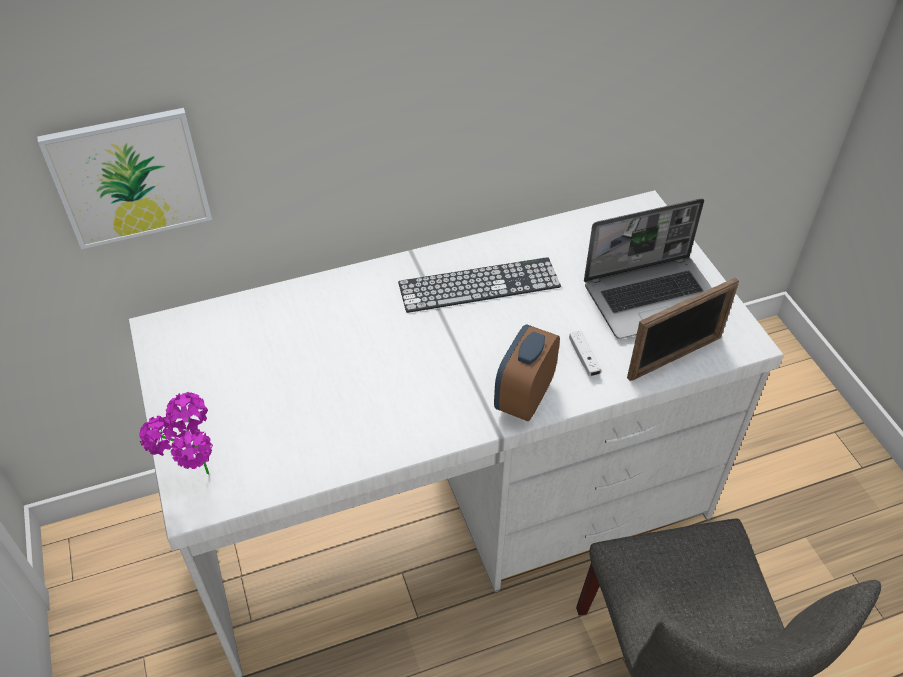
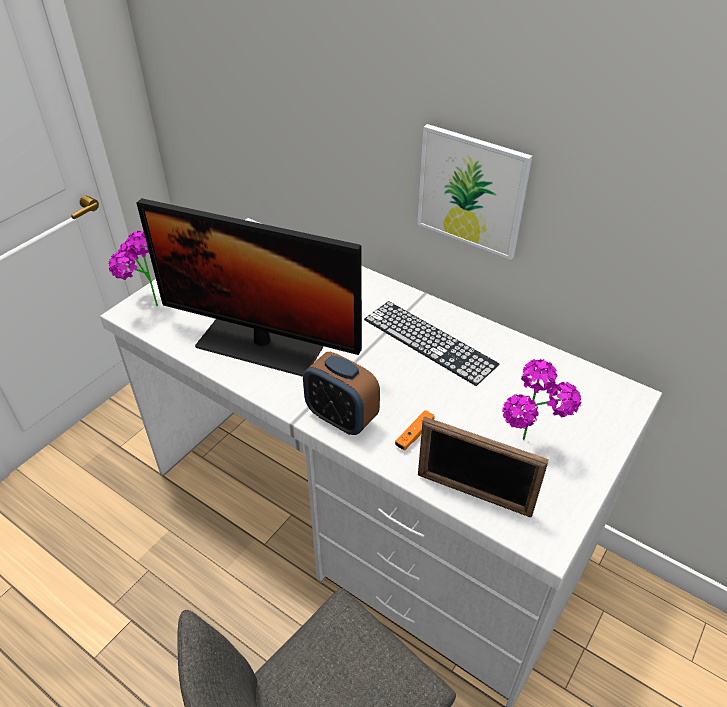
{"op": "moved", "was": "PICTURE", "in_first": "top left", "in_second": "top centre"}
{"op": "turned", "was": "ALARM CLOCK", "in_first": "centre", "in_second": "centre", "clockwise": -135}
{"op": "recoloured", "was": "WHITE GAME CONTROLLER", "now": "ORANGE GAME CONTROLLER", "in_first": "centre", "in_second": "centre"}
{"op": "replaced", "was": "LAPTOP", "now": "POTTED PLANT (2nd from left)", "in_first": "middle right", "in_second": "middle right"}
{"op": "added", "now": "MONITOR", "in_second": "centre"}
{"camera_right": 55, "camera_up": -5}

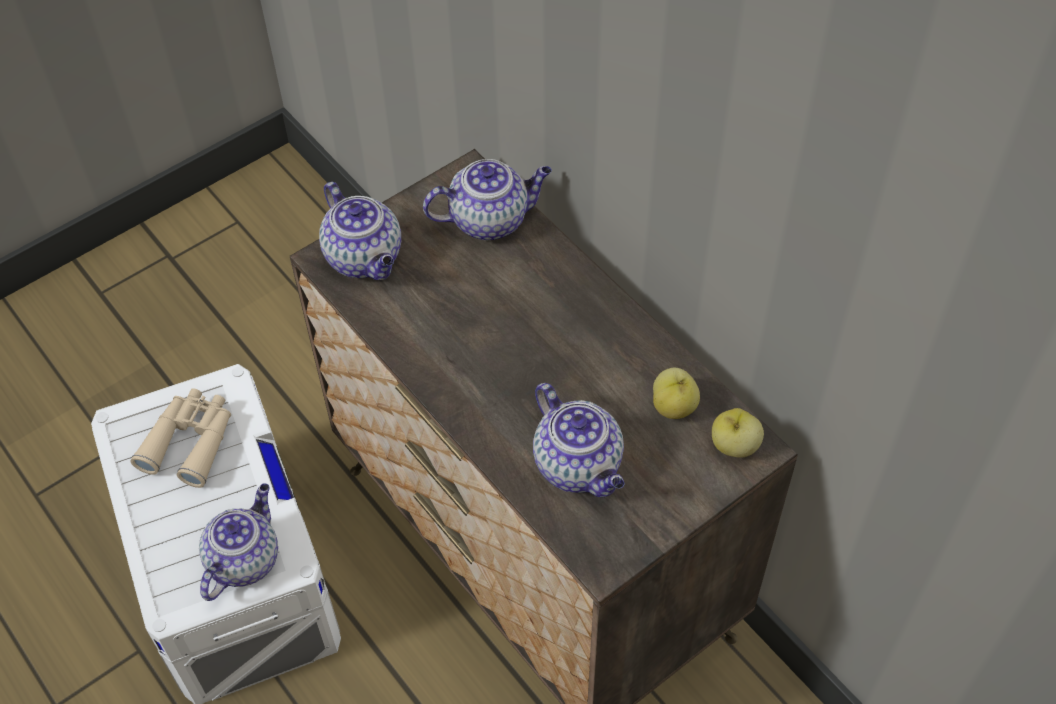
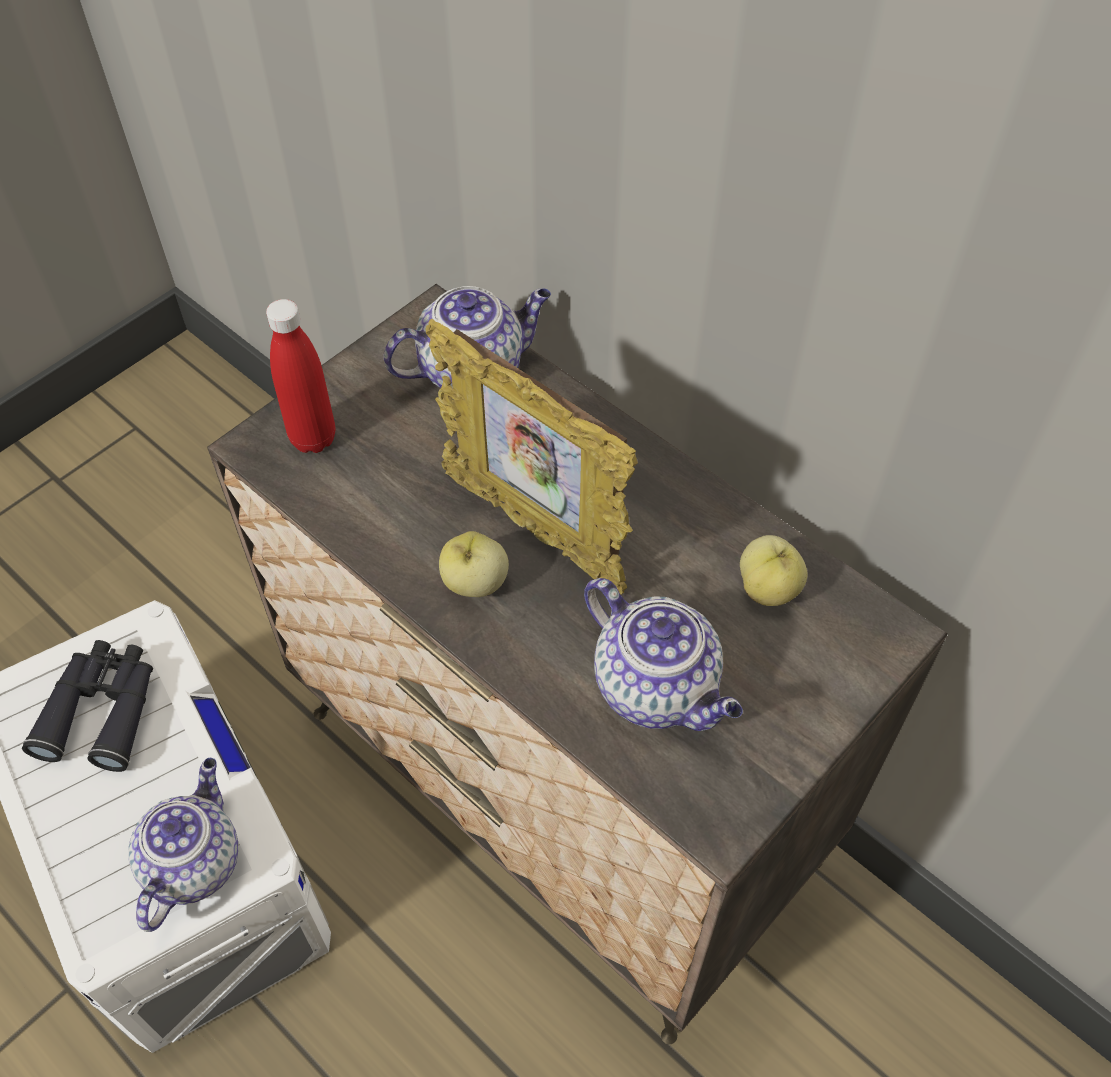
{"op": "recoloured", "was": "BEIGE BINOCULARS", "now": "BLACK BINOCULARS", "in_first": "middle left", "in_second": "middle left"}
{"op": "replaced", "was": "TEAPOT (2nd from left)", "now": "RED BOTTLE", "in_first": "top centre", "in_second": "middle left"}
{"op": "moved", "was": "APPLE (2nd from left in the first image)", "now": "APPLE (1st from left)", "in_first": "middle right", "in_second": "centre"}
{"op": "added", "now": "PICTURE FRAME", "in_second": "centre"}
{"camera_right": -10, "camera_up": 0}

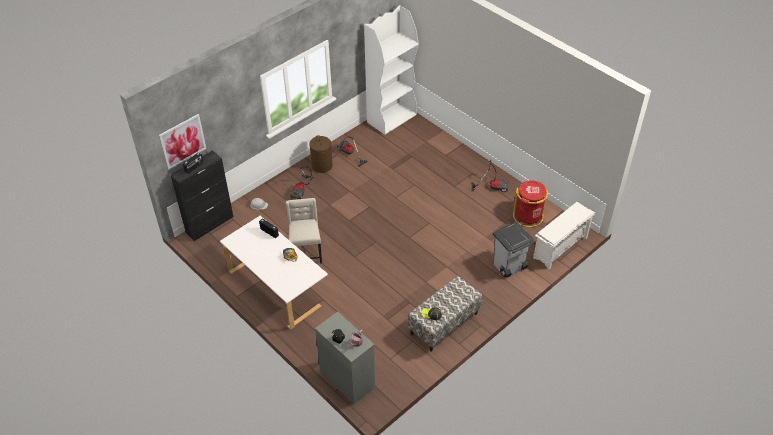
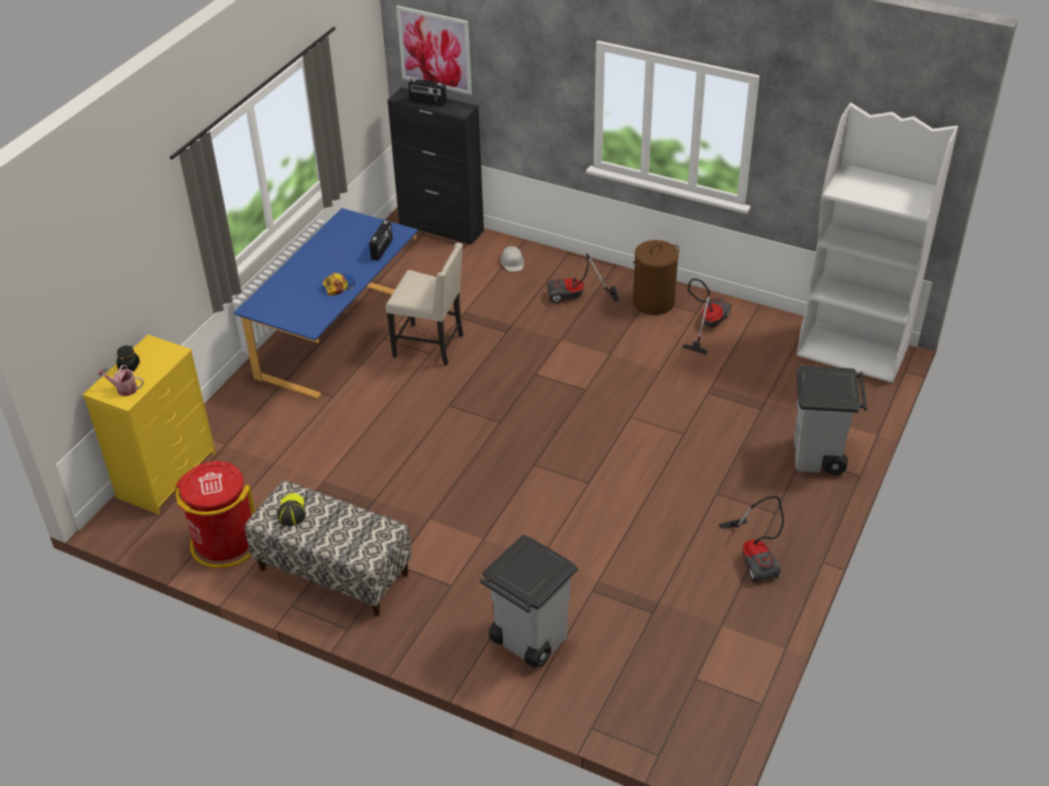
{"op": "recoloured", "was": "WHITE DESK", "now": "BLUE DESK", "in_first": "centre", "in_second": "middle left"}
{"op": "turned", "was": "BEIGE CHAIR", "in_first": "centre", "in_second": "centre", "clockwise": 45}
{"op": "recoloured", "was": "GREY DRESSER", "now": "YELLOW DRESSER", "in_first": "bottom centre", "in_second": "middle left"}
{"op": "moved", "was": "RED TRASH CAN", "in_first": "middle right", "in_second": "middle left"}
{"op": "removed", "was": "WHITE SHOE RACK", "in_first": "middle right"}
{"op": "added", "now": "GREY TRASH CAN (2nd from left)", "in_second": "middle right"}
{"camera_right": 70, "camera_up": -5}

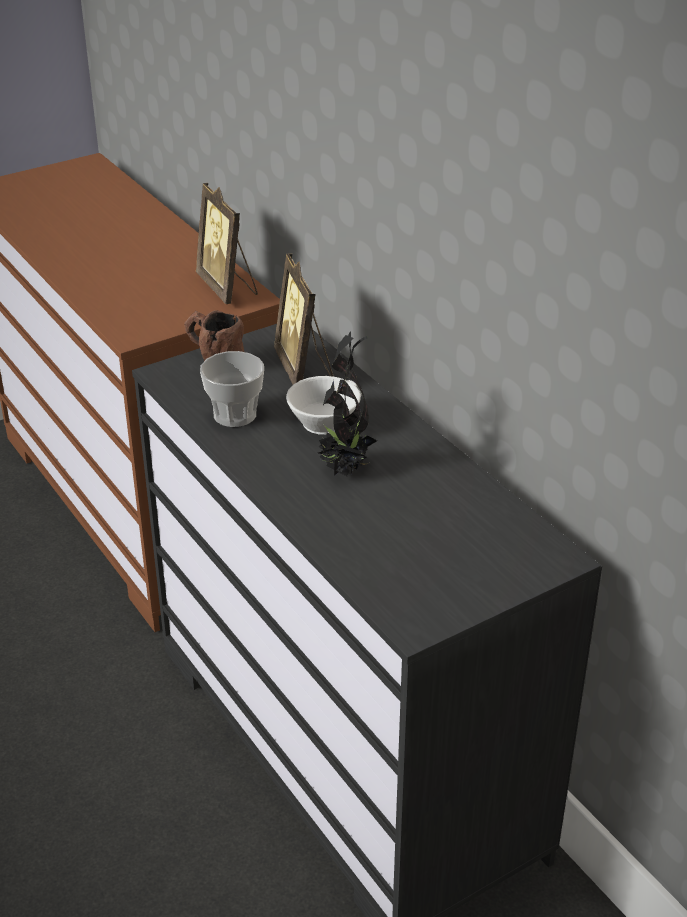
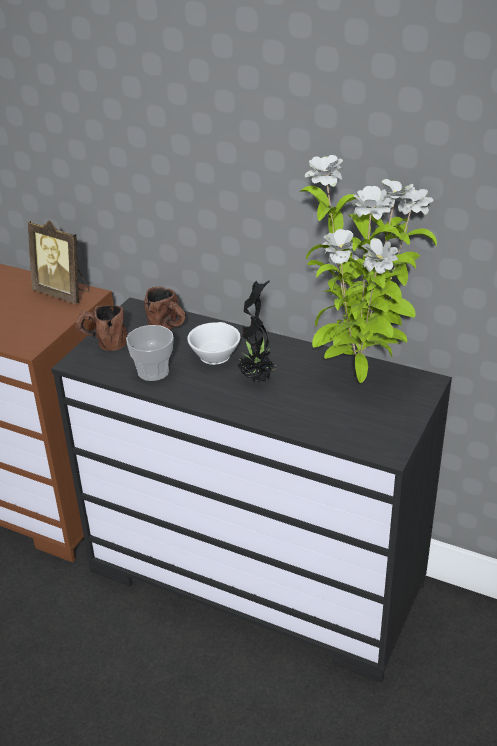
{"op": "replaced", "was": "PICTURE FRAME (2nd from left)", "now": "BROWN MUG (2nd from left)", "in_first": "centre", "in_second": "middle left"}
{"op": "added", "now": "POTTED PLANT (2nd from left)", "in_second": "middle right"}
{"camera_right": -30, "camera_up": 0}

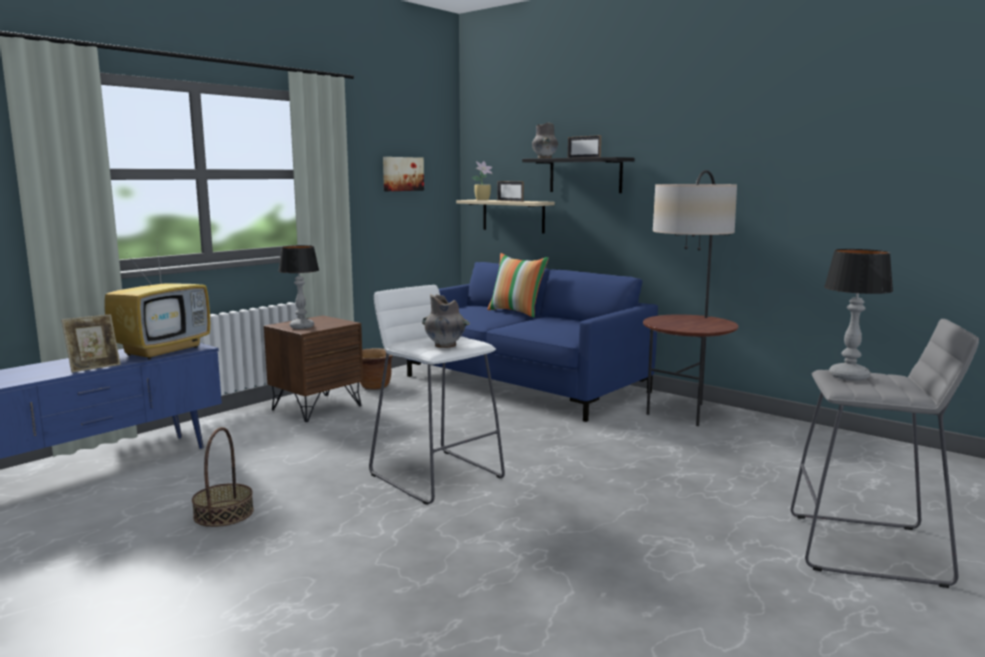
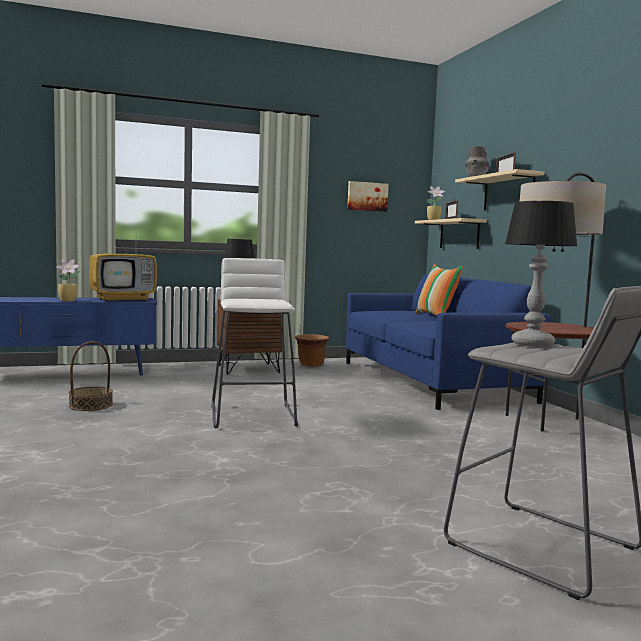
{"op": "replaced", "was": "PICTURE FRAME (1st from left)", "now": "POTTED PLANT (1st from left)", "in_first": "middle left", "in_second": "middle left"}
{"op": "removed", "was": "GREY VASE (1st from left)", "in_first": "centre"}
{"op": "recoloured", "was": "BLACK SHELF", "now": "BEIGE SHELF (2nd from left)", "in_first": "top centre", "in_second": "top right"}
{"camera_right": 30, "camera_up": -5}

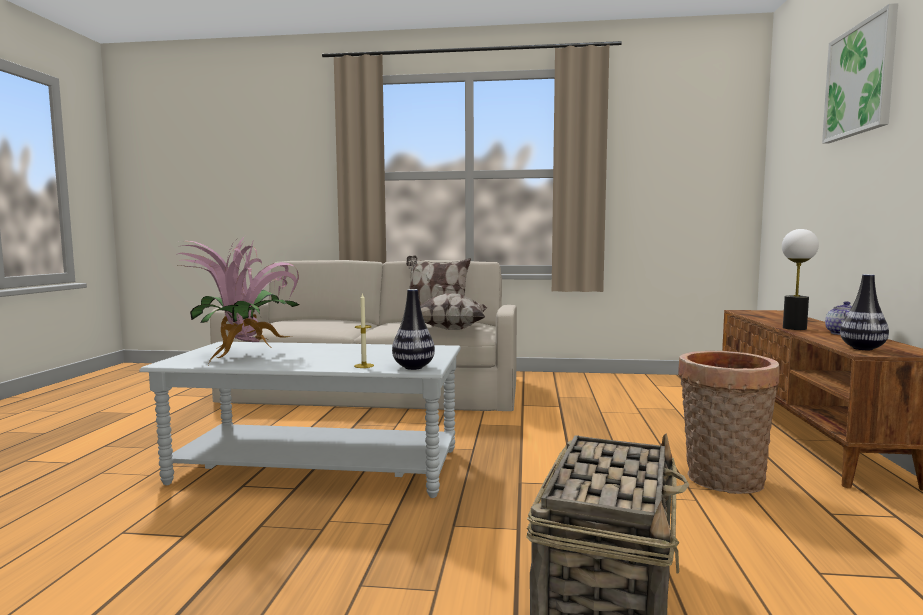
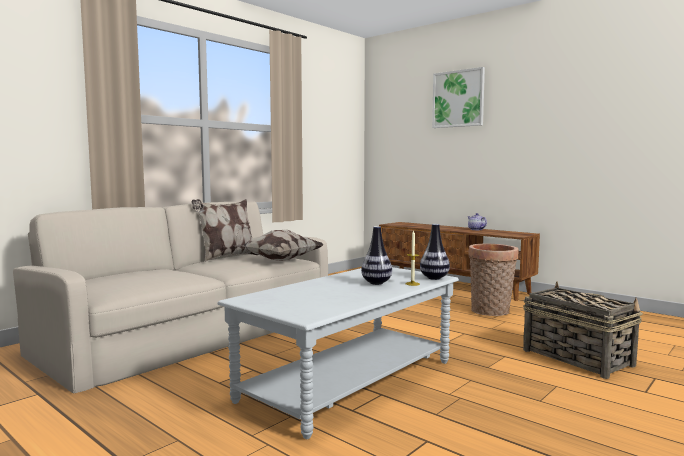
{"op": "removed", "was": "POTTED PLANT", "in_first": "middle left"}
{"op": "removed", "was": "TABLE LAMP", "in_first": "middle right"}
{"op": "moved", "was": "VASE (2nd from left in the first image)", "now": "VASE (1st from left)", "in_first": "middle right", "in_second": "centre"}
{"camera_right": -55, "camera_up": 0}

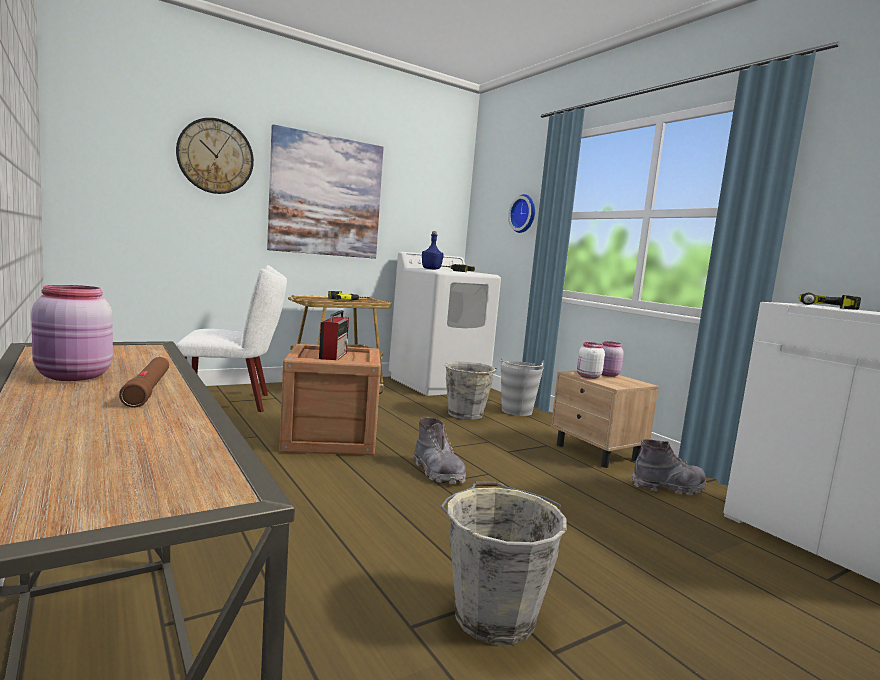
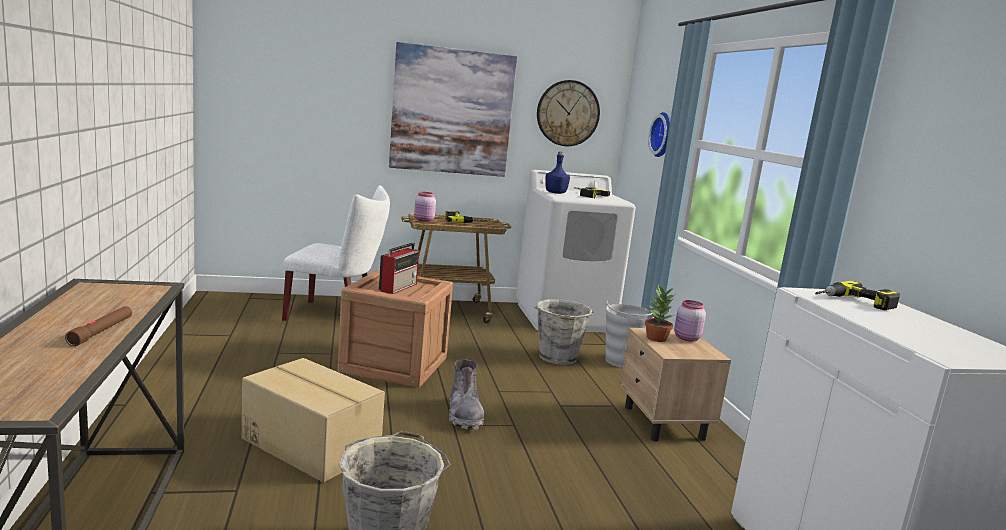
{"op": "moved", "was": "PINK JAR (1st from left)", "in_first": "middle left", "in_second": "centre"}
{"op": "moved", "was": "WALL CLOCK (1st from left)", "in_first": "top left", "in_second": "top centre"}
{"op": "replaced", "was": "WHITE JAR", "now": "POTTED PLANT", "in_first": "middle right", "in_second": "centre"}
{"op": "removed", "was": "GREY BOOT (2nd from left)", "in_first": "bottom right"}
{"op": "added", "now": "CARDBOARD BOX", "in_second": "bottom left"}
{"camera_right": 20, "camera_up": 5}

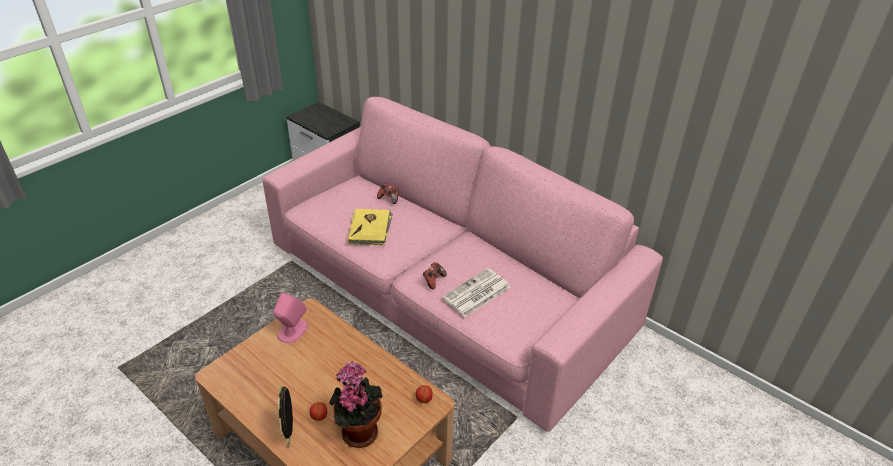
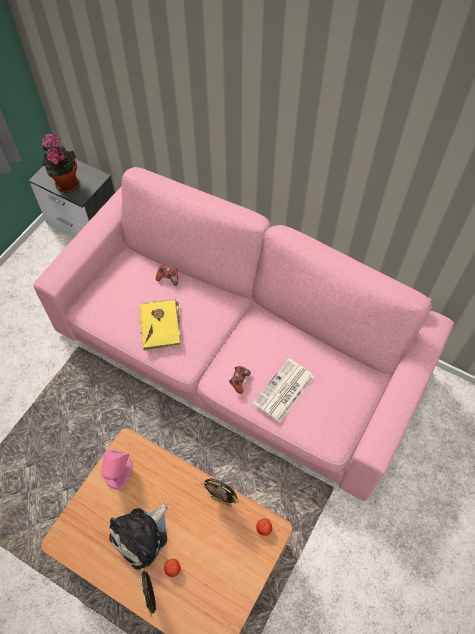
{"op": "moved", "was": "POTTED PLANT", "in_first": "bottom centre", "in_second": "top left"}
{"op": "added", "now": "PLUSH TOY", "in_second": "bottom left"}
{"op": "added", "now": "PICTURE FRAME (2nd from left)", "in_second": "bottom centre"}
{"camera_right": -10, "camera_up": 20}

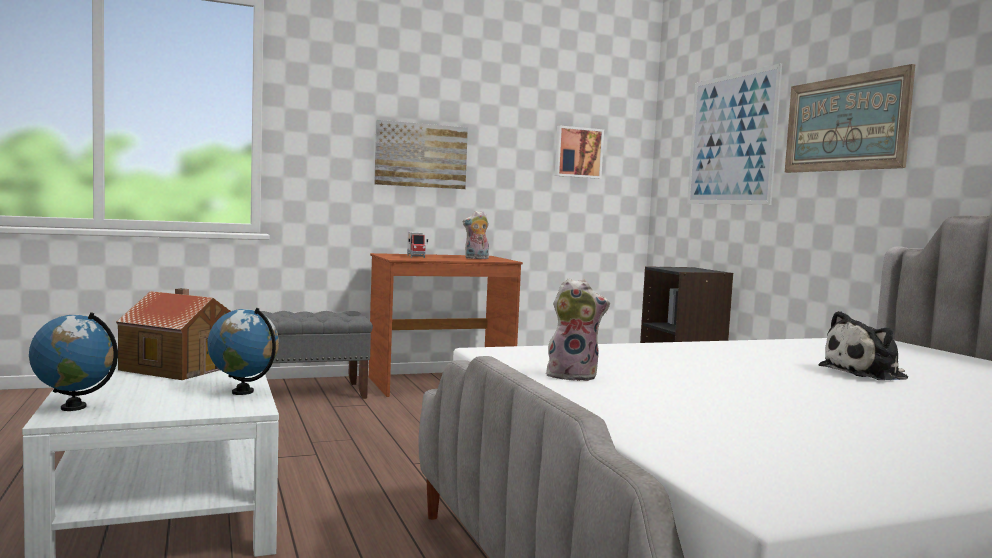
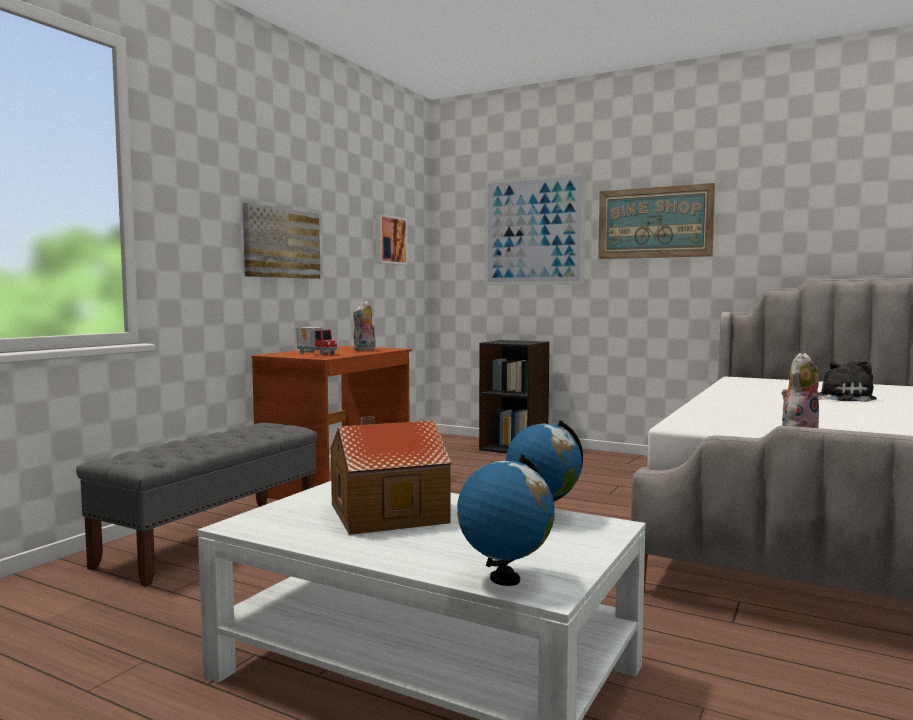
{"op": "turned", "was": "PLUSH TOY (3rd from left)", "in_first": "middle right", "in_second": "middle right", "clockwise": -135}
{"camera_right": -40, "camera_up": 0}

